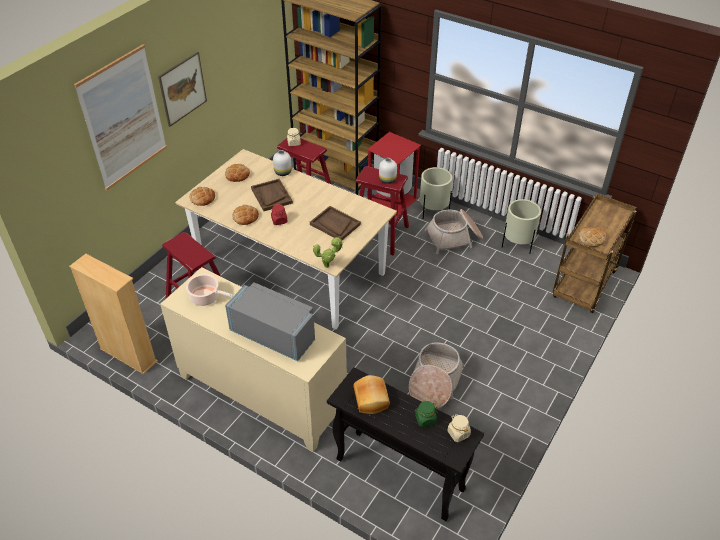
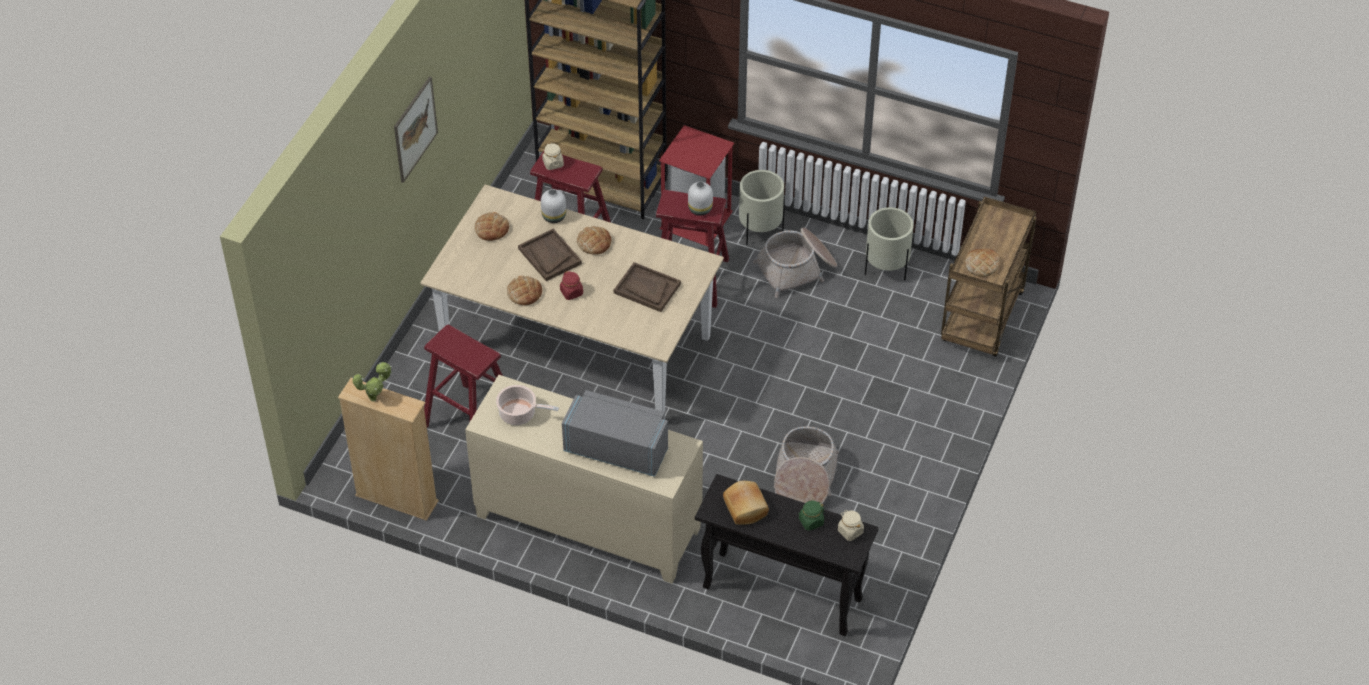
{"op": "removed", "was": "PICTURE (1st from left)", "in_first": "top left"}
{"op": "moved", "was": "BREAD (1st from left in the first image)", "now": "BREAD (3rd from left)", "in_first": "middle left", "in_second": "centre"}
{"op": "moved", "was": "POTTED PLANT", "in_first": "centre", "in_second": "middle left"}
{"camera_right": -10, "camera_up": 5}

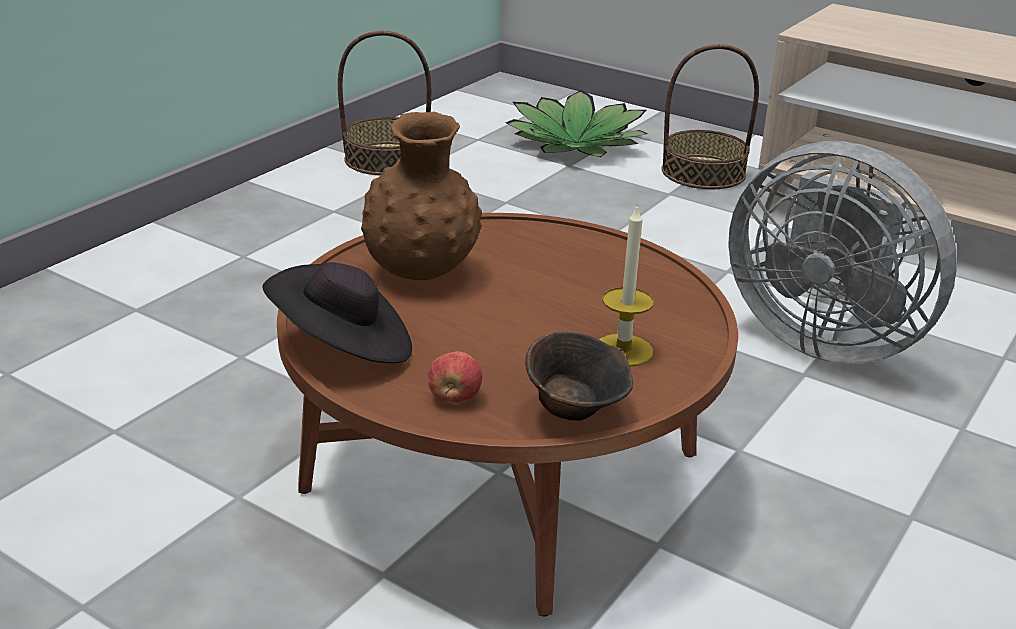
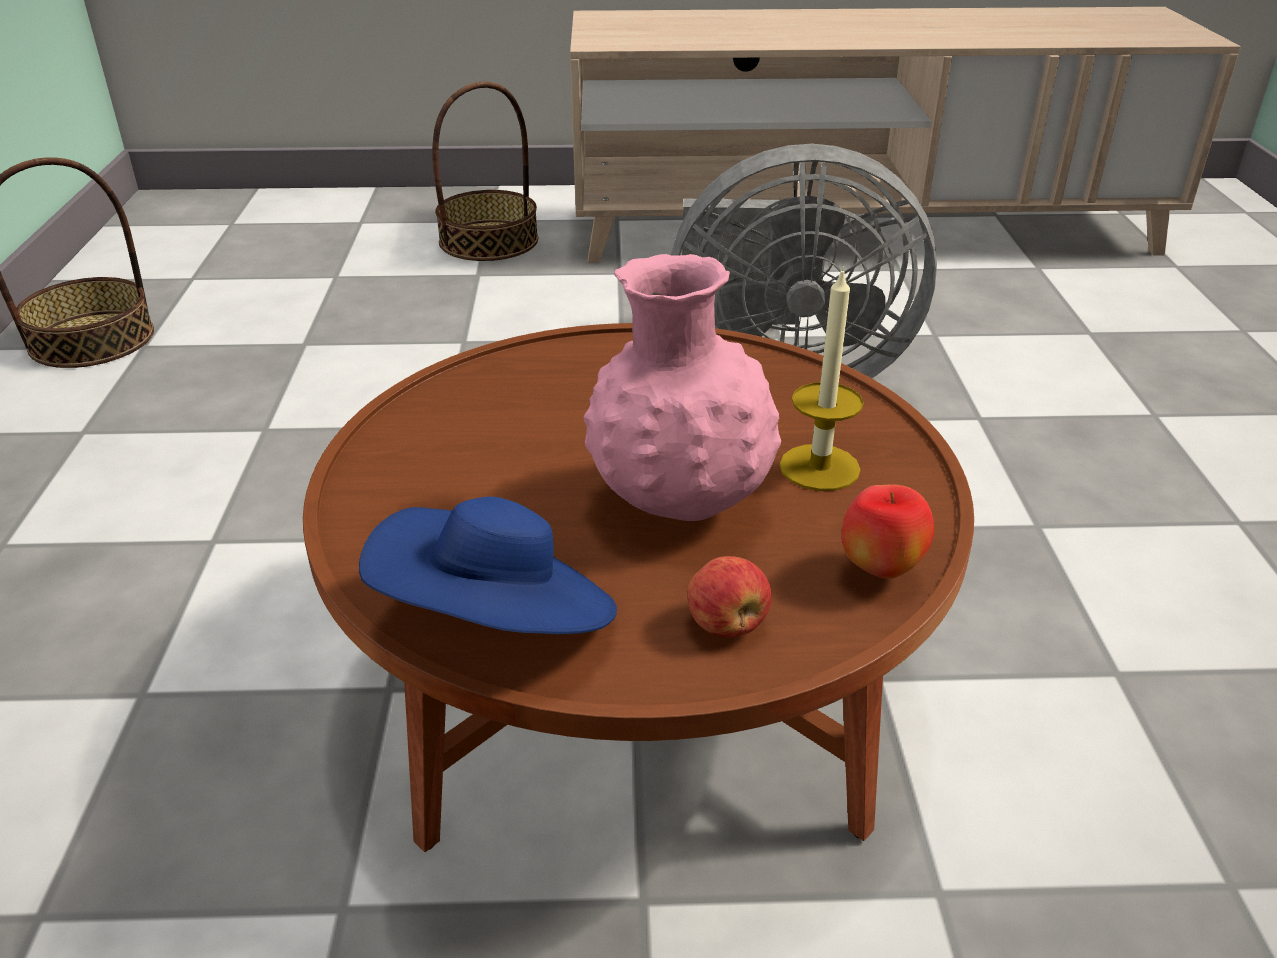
{"op": "recoloured", "was": "BLACK HAT", "now": "BLUE HAT", "in_first": "middle left", "in_second": "centre"}
{"op": "removed", "was": "BROWN VASE", "in_first": "top centre"}
{"op": "removed", "was": "POTTED PLANT", "in_first": "top centre"}
{"op": "replaced", "was": "BROWN BOWL", "now": "APPLE (2nd from left)", "in_first": "centre", "in_second": "middle right"}
{"op": "added", "now": "PINK VASE", "in_second": "centre"}
{"camera_right": -35, "camera_up": 5}

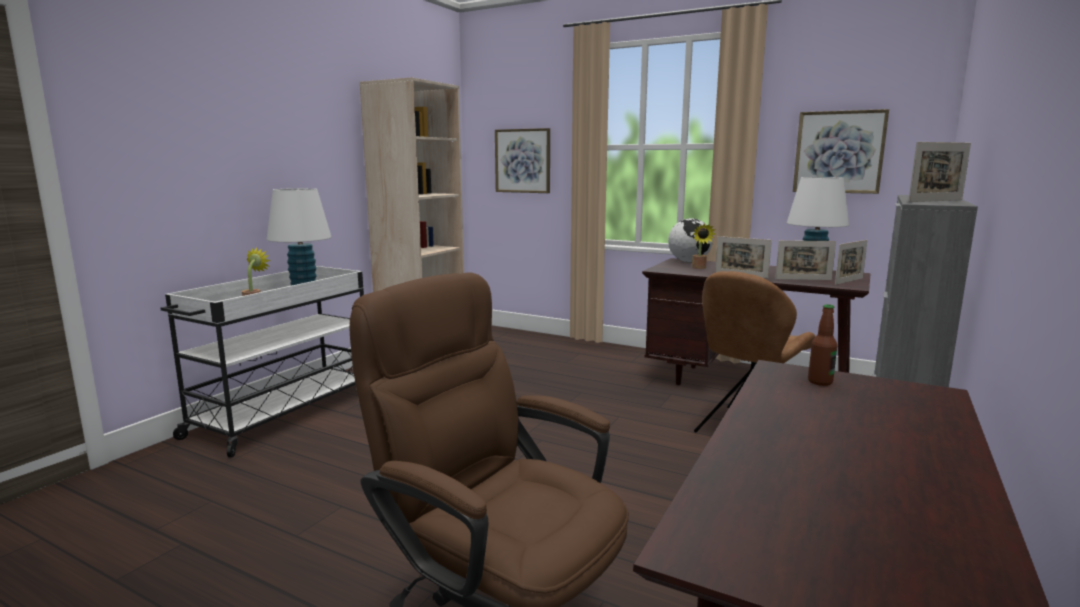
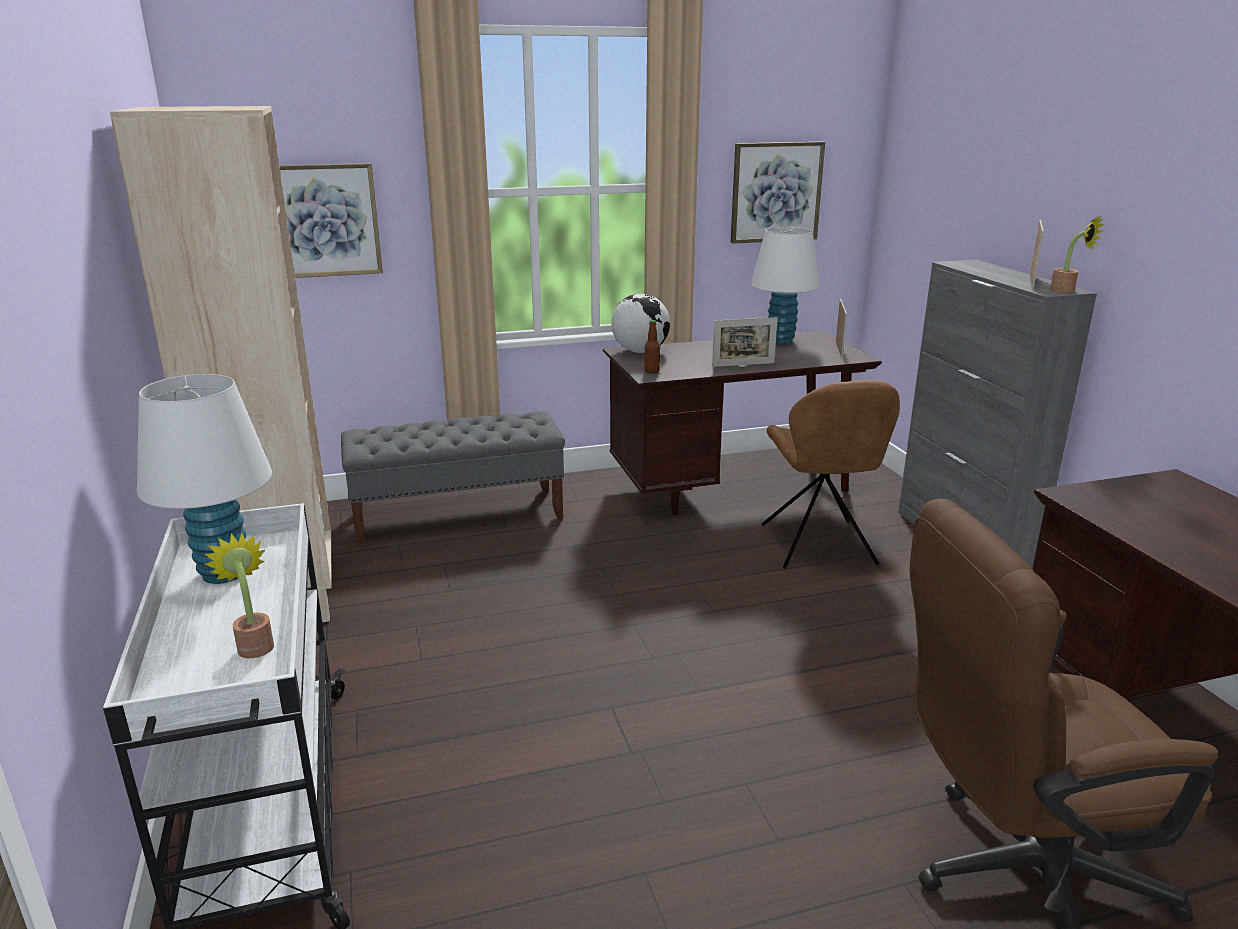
{"op": "moved", "was": "POTTED PLANT (2nd from left)", "in_first": "centre", "in_second": "top right"}
{"op": "removed", "was": "PICTURE FRAME (2nd from left)", "in_first": "middle right"}
{"op": "moved", "was": "BOTTLE", "in_first": "middle right", "in_second": "centre"}
{"op": "added", "now": "GREY BENCH", "in_second": "centre"}
{"camera_right": -45, "camera_up": 10}

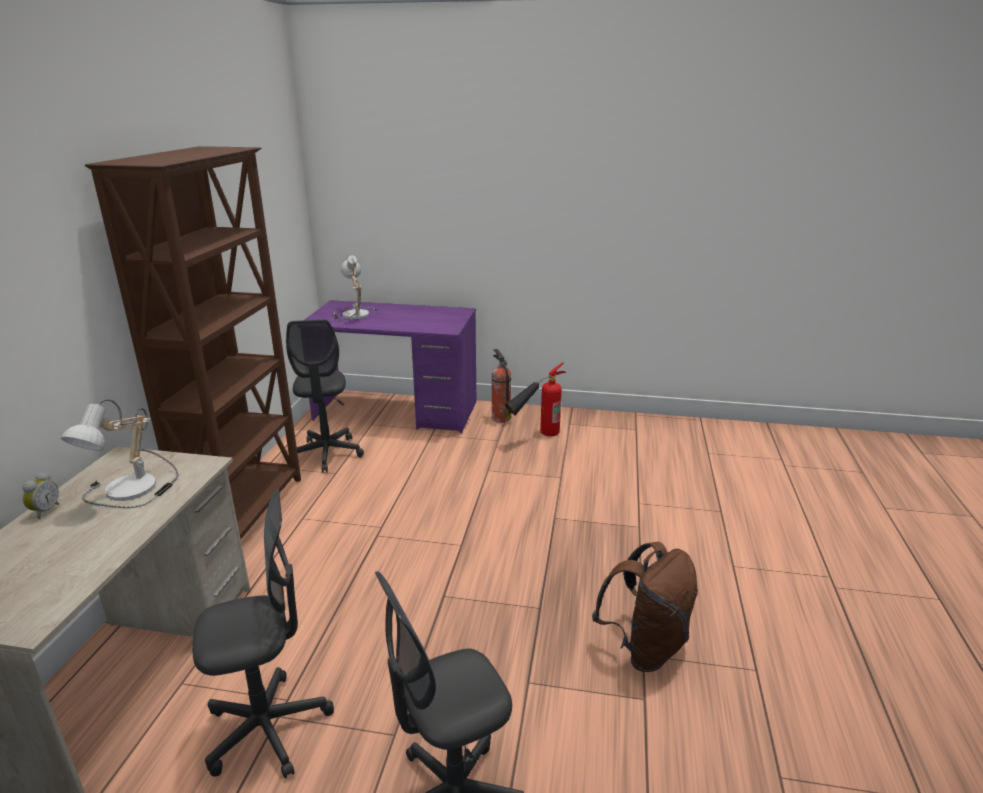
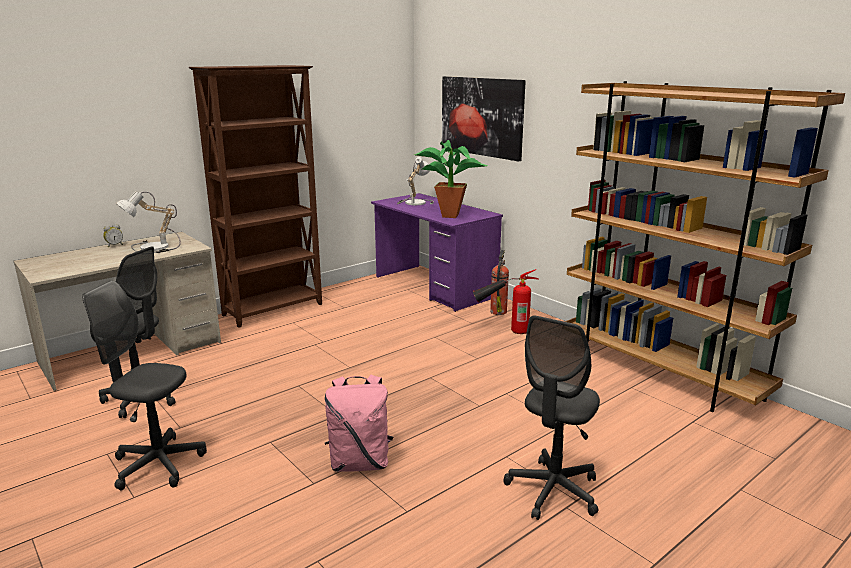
{"op": "moved", "was": "GREY OFFICE CHAIR (2nd from left in the first image)", "now": "GREY OFFICE CHAIR (3rd from left)", "in_first": "middle left", "in_second": "bottom centre"}
{"op": "recoloured", "was": "BROWN BACKPACK", "now": "PINK BACKPACK", "in_first": "bottom centre", "in_second": "bottom centre"}
{"op": "added", "now": "POTTED PLANT", "in_second": "top centre"}
{"op": "added", "now": "PICTURE", "in_second": "top centre"}
{"op": "added", "now": "BROWN BOOKCASE (2nd from left)", "in_second": "middle right"}
{"camera_right": 40, "camera_up": -5}

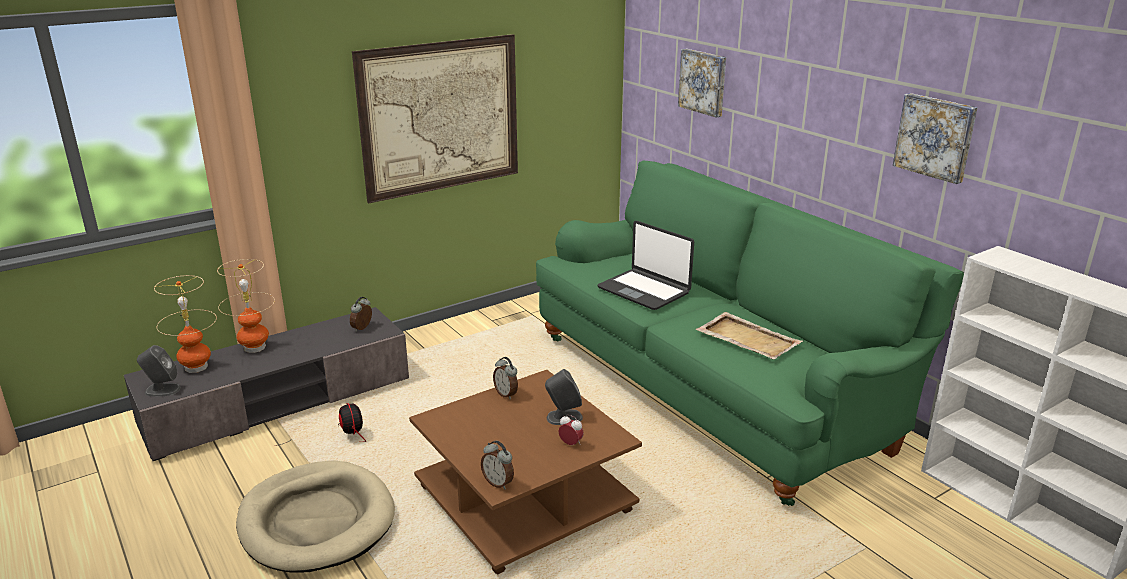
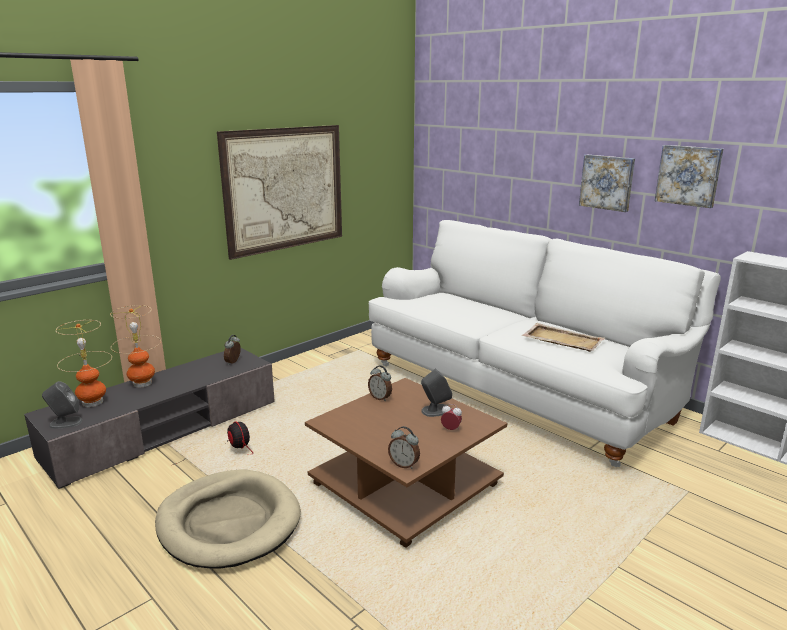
{"op": "recoloured", "was": "GREEN SOFA", "now": "WHITE SOFA", "in_first": "centre", "in_second": "middle right"}
{"op": "removed", "was": "LAPTOP", "in_first": "centre"}
{"op": "moved", "was": "PICTURE (2nd from left)", "in_first": "top centre", "in_second": "top right"}
{"camera_right": -10, "camera_up": -5}

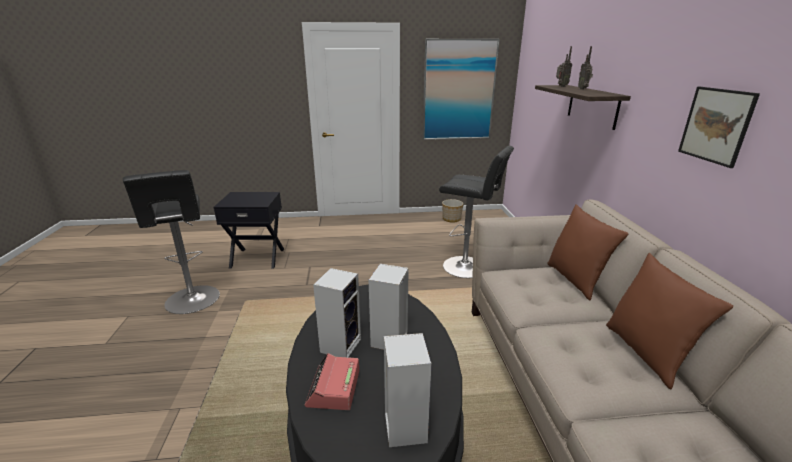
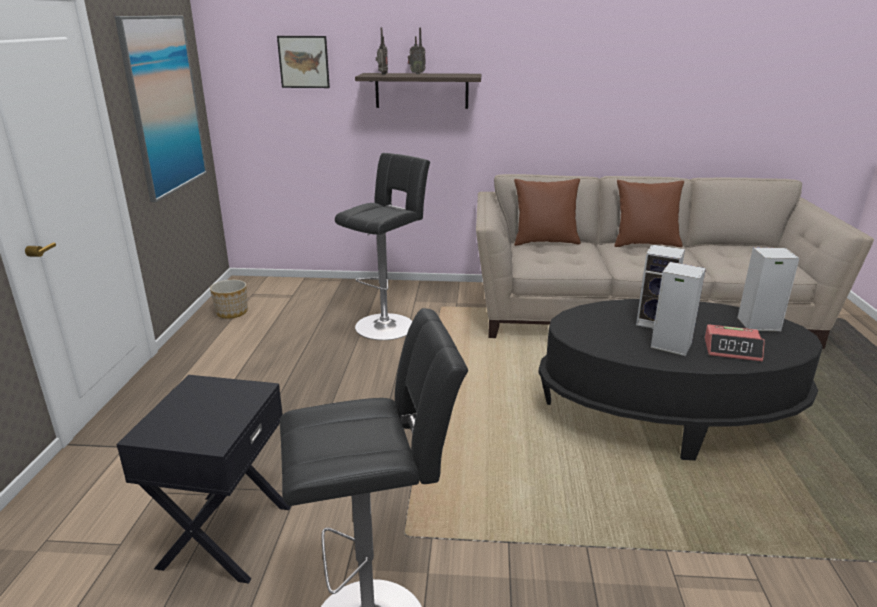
{"op": "moved", "was": "PICTURE (2nd from left)", "in_first": "top right", "in_second": "top centre"}
{"camera_right": -80, "camera_up": 0}

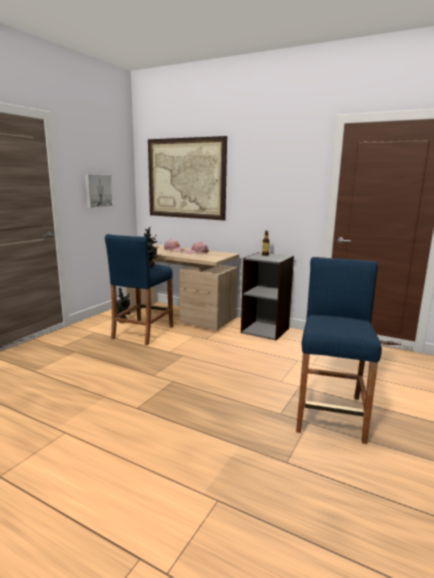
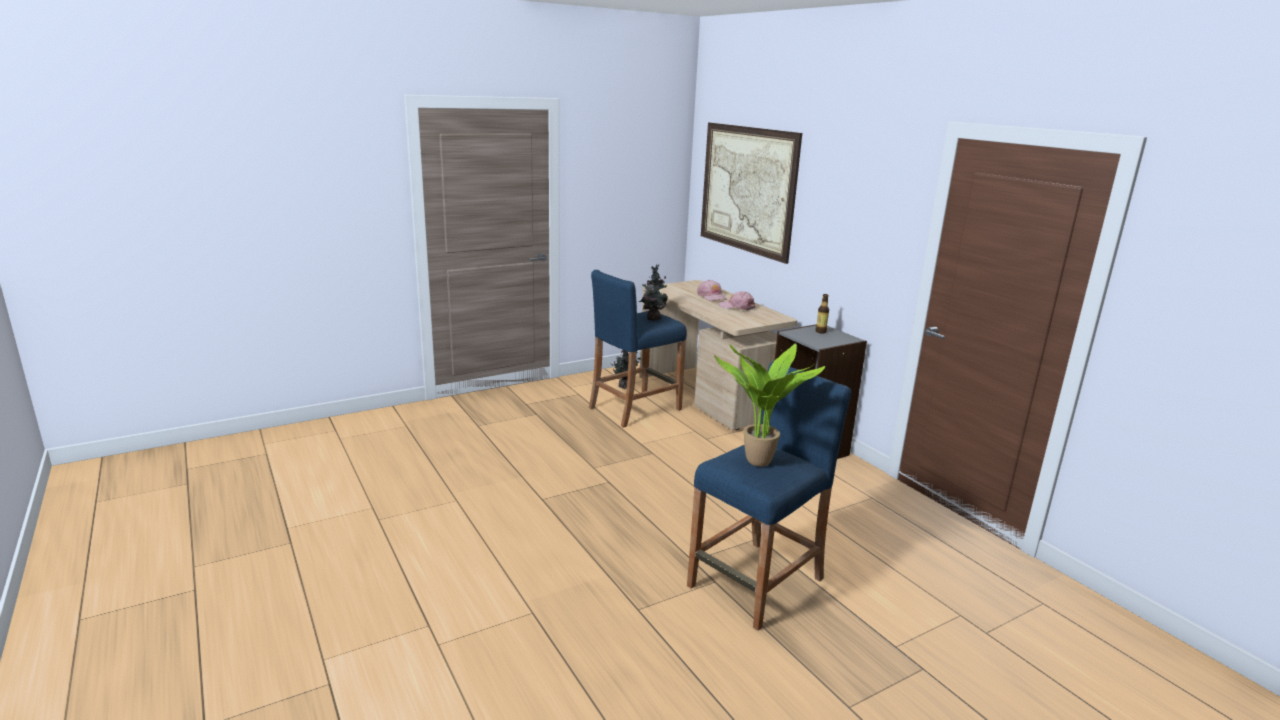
{"op": "removed", "was": "PICTURE (1st from left)", "in_first": "top left"}
{"op": "added", "now": "POTTED PLANT (3rd from left)", "in_second": "centre"}
{"camera_right": 30, "camera_up": 5}

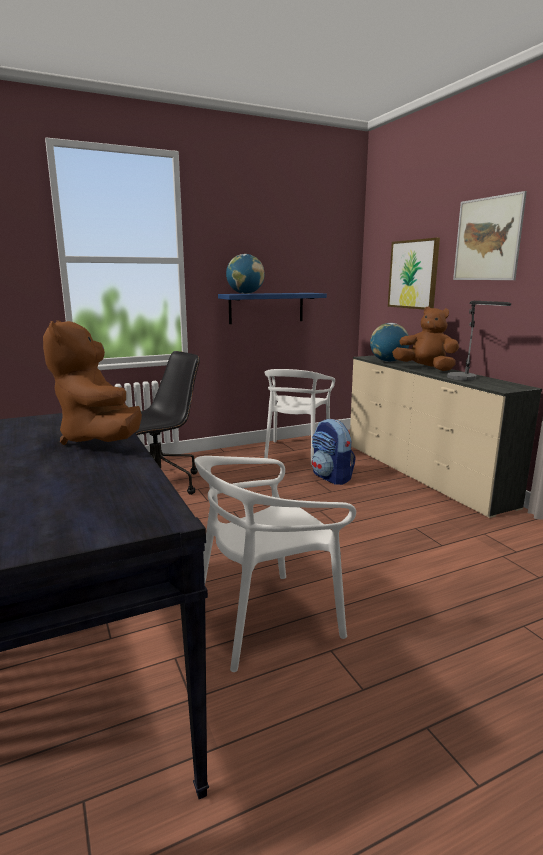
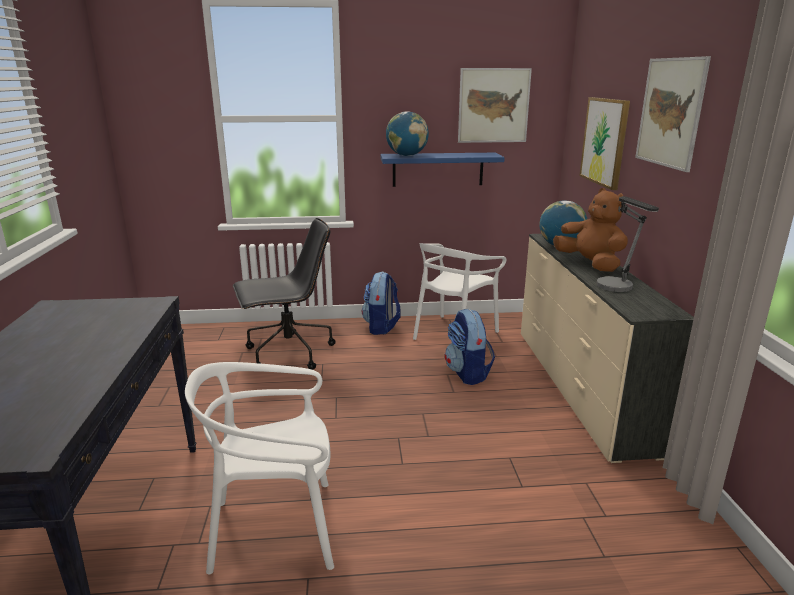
{"op": "removed", "was": "BROWN PLUSH TOY (1st from left)", "in_first": "middle left"}
{"op": "added", "now": "BACKPACK (1st from left)", "in_second": "centre"}
{"op": "added", "now": "PICTURE (1st from left)", "in_second": "top centre"}
{"camera_right": 20, "camera_up": 5}

